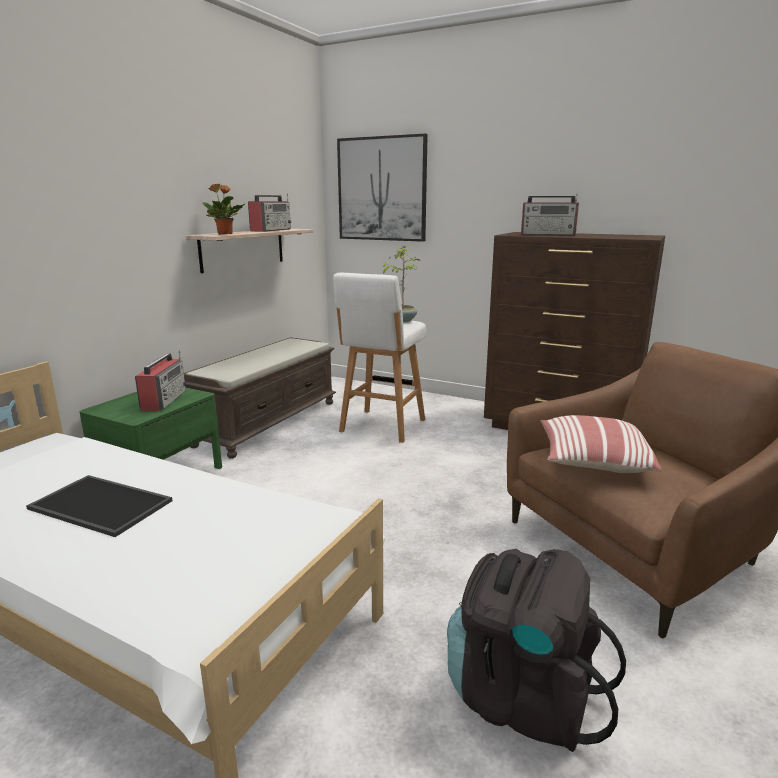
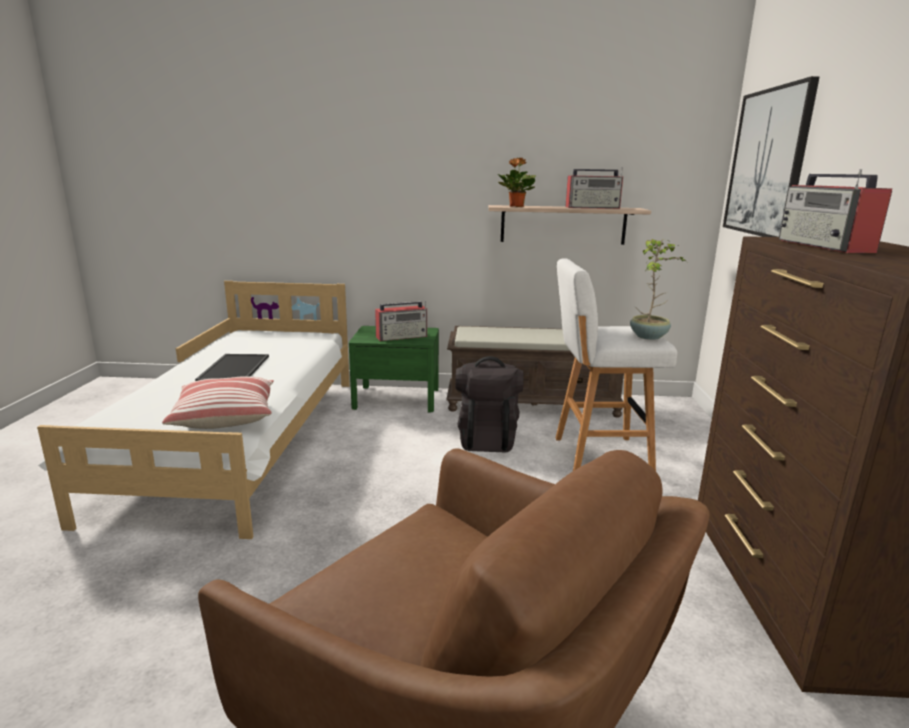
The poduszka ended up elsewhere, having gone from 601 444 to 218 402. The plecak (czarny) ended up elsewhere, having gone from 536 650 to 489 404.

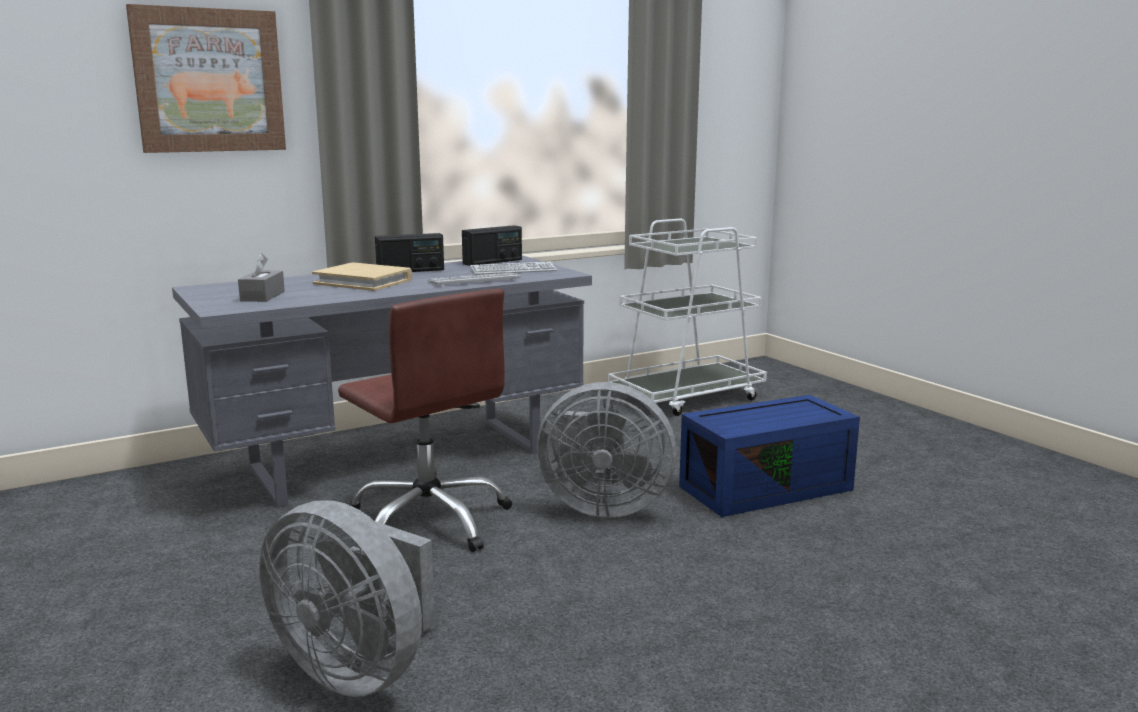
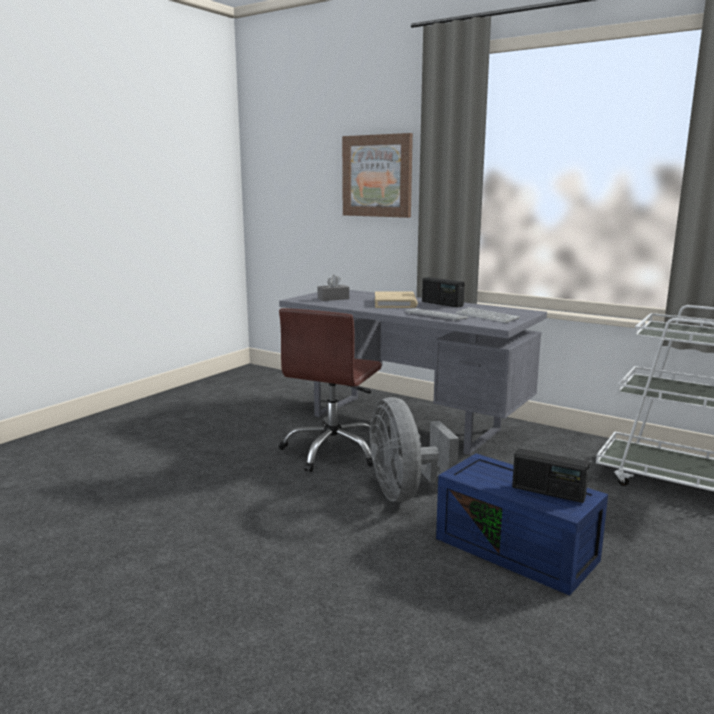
The radio ended up elsewhere, having gone from 492 245 to 550 475. The second view lost the wentylator (szary) at 347 598.

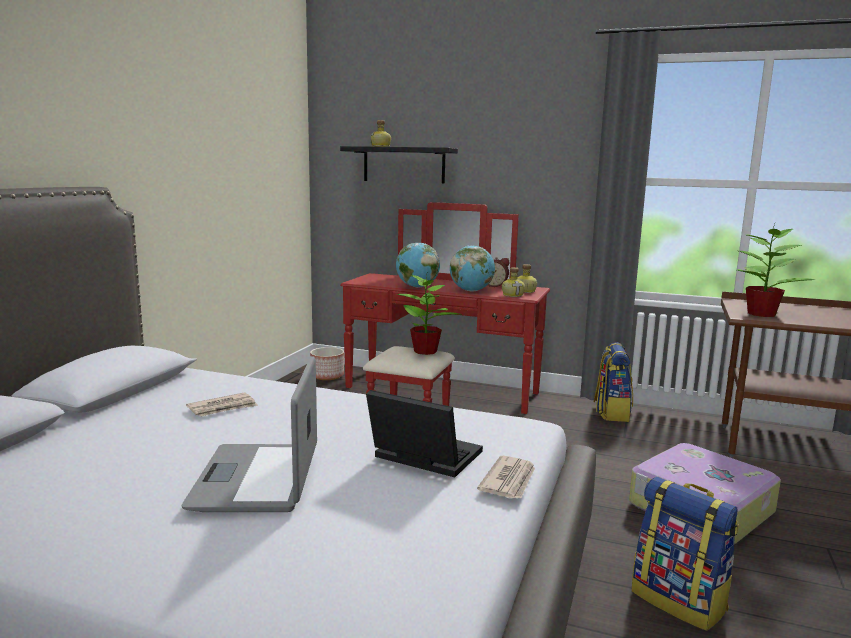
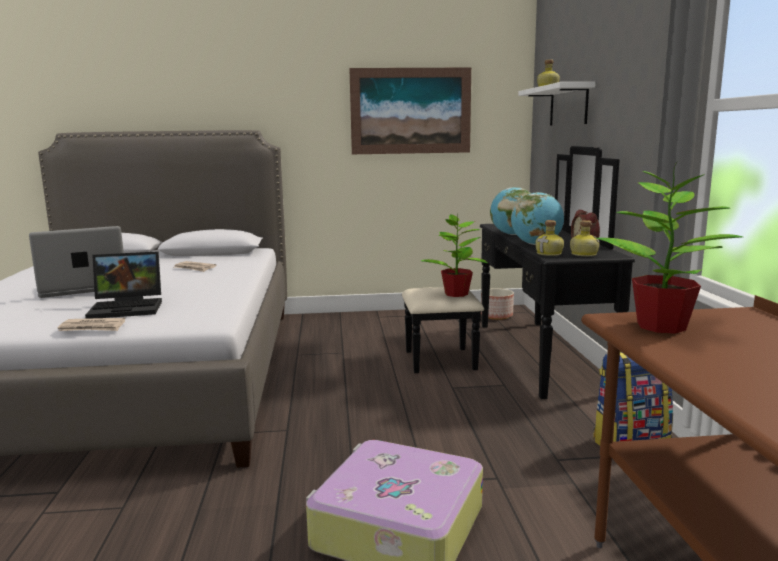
What was the półka (czarny) at 399 164 turned into the półka (biały) at 556 103. What was the komoda (czerwony) at 445 308 turned into the komoda (czarny) at 518 272. The laptop at 424 433 ended up facing another way, 75 degrees clockwise from before. The second view lost the plecak at 685 554. The second view gained the obraz at 410 111.

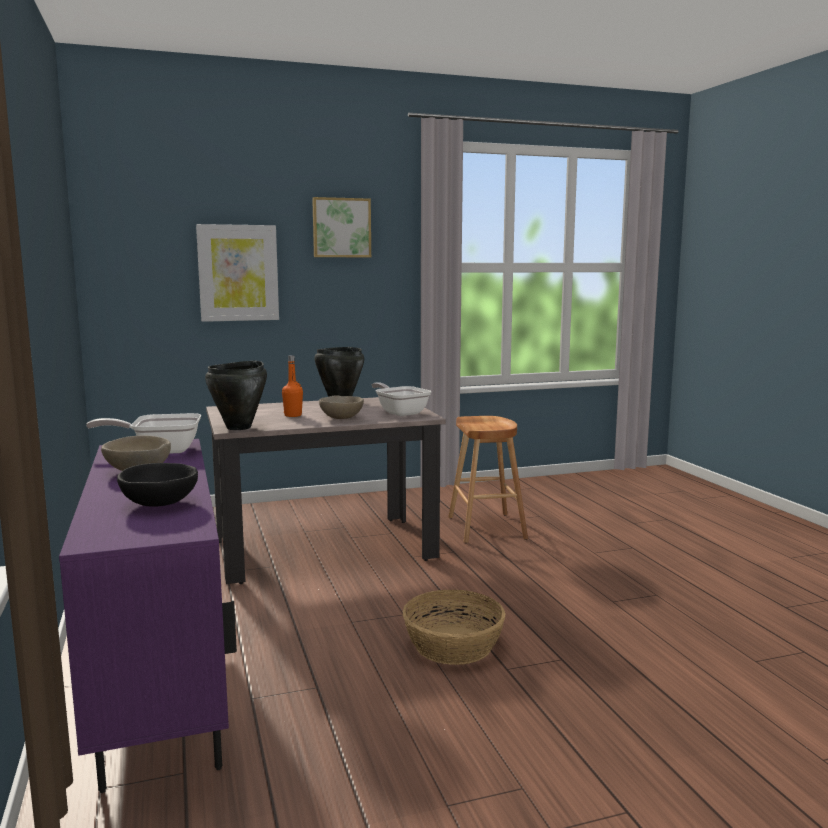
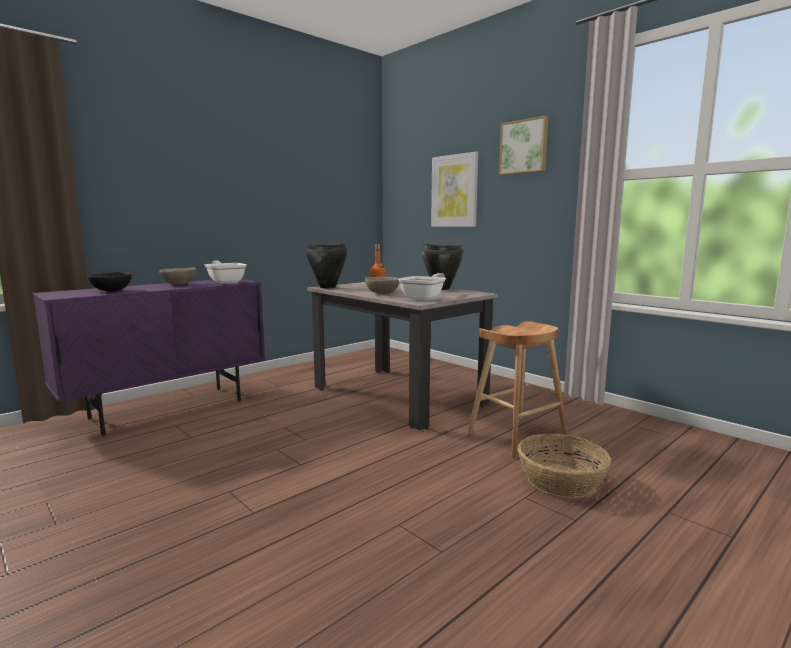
The koszyk ended up elsewhere, having gone from 454 627 to 564 466.

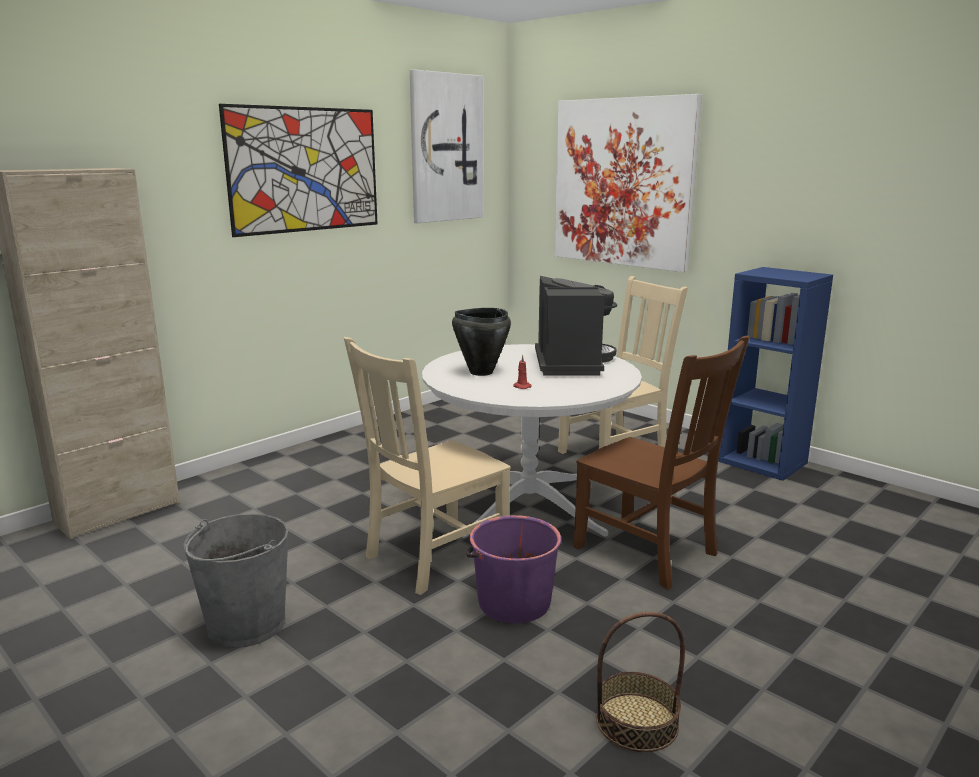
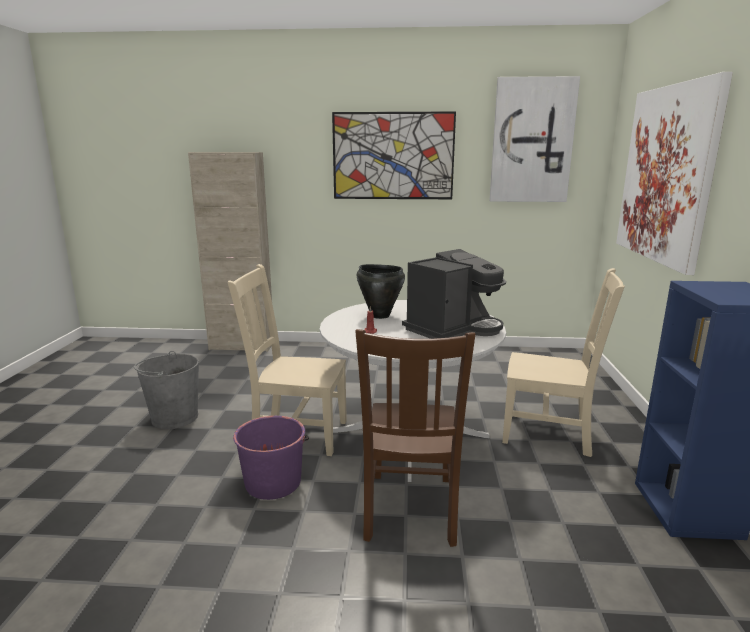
The second view lost the koszyk at 640 682.

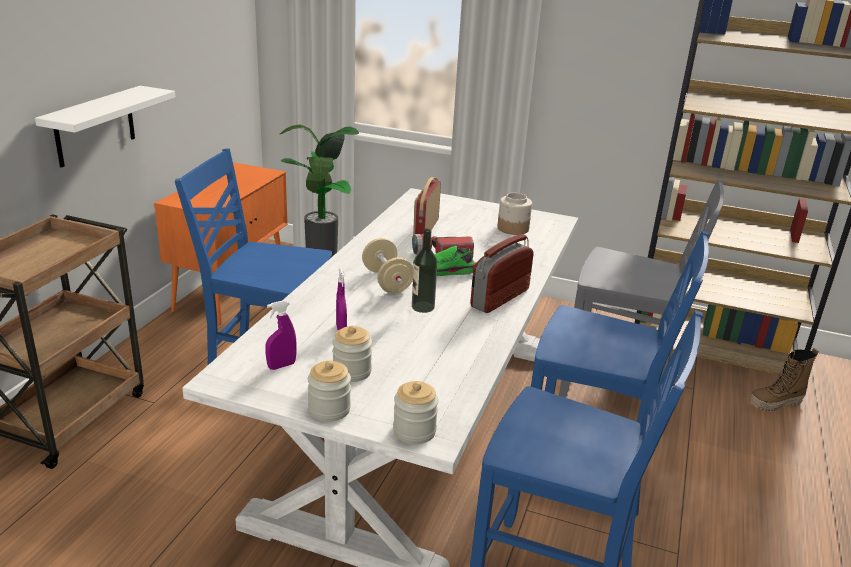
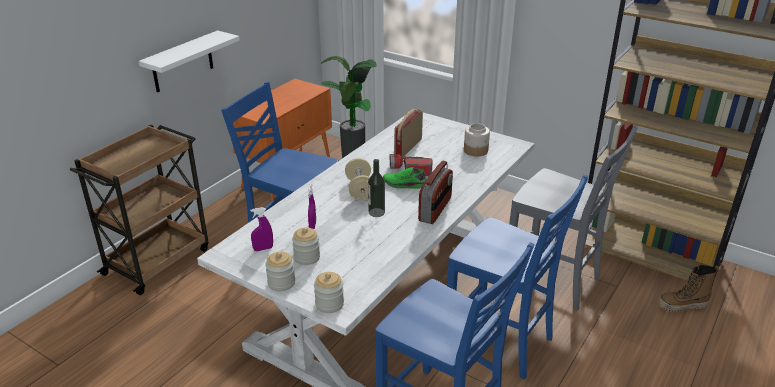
The radio at 502 273 ended up facing another way, 150 degrees clockwise from before.

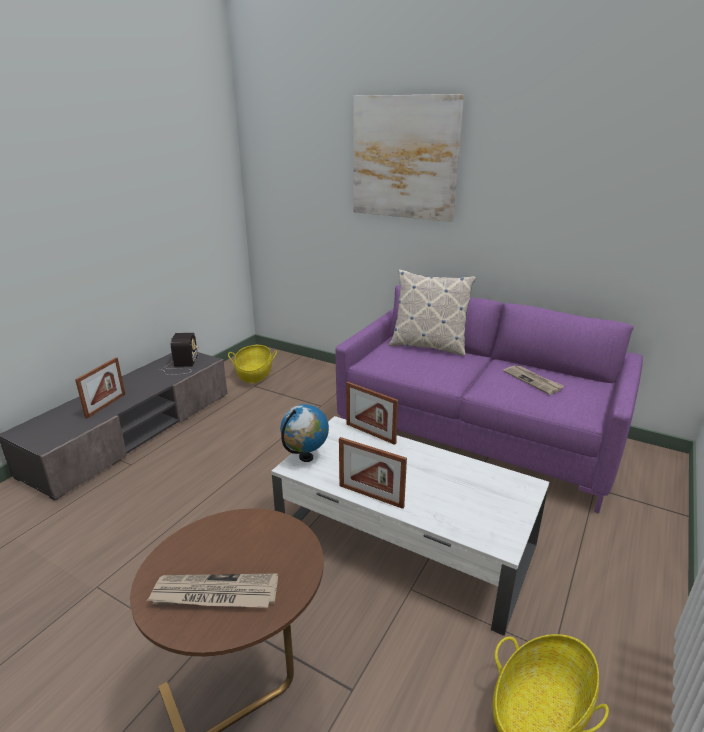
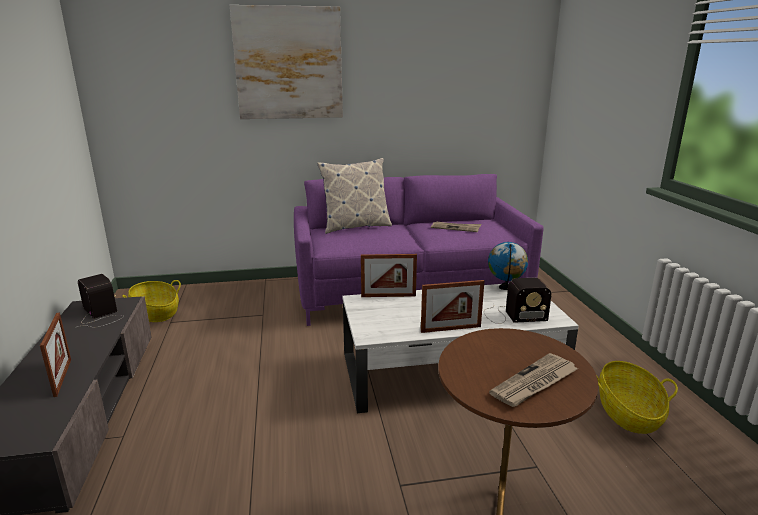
The globus ended up elsewhere, having gone from 305 433 to 508 266. The second view gained the radio at 517 301.

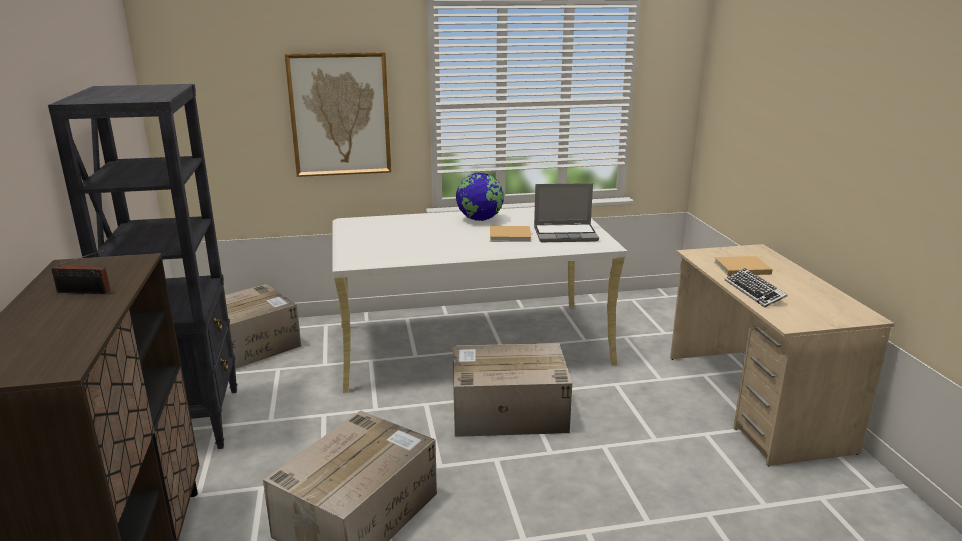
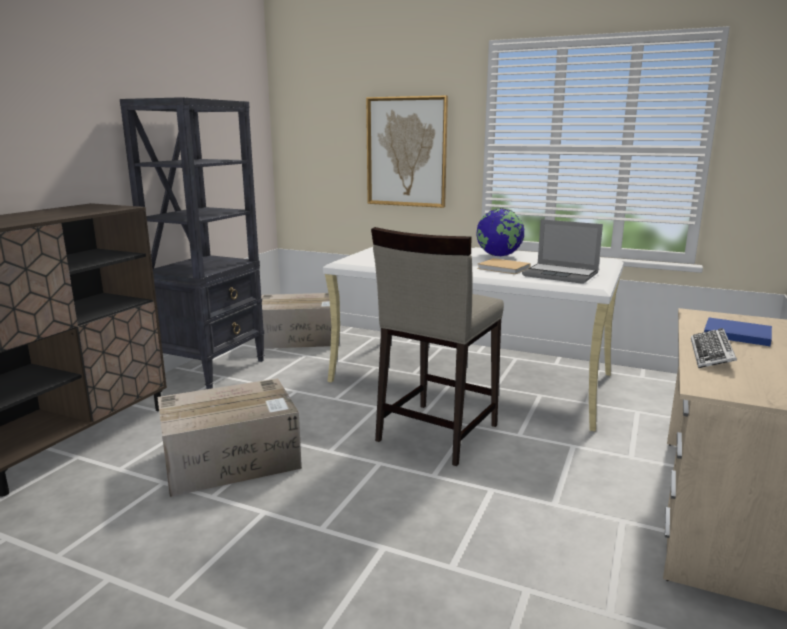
The second view lost the radio at 81 271. What was the książka (beżowy) at 743 266 turned into the książka (niebieski) at 738 331. Where the karton stood at 512 390, the stołek (beżowy) came to stand at 437 346.

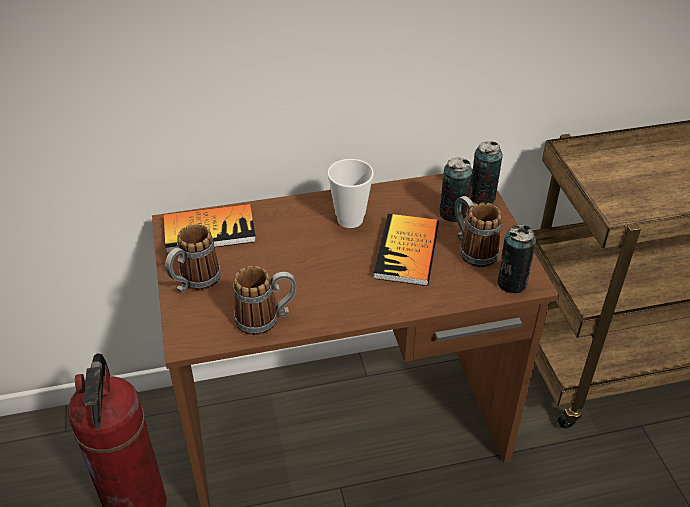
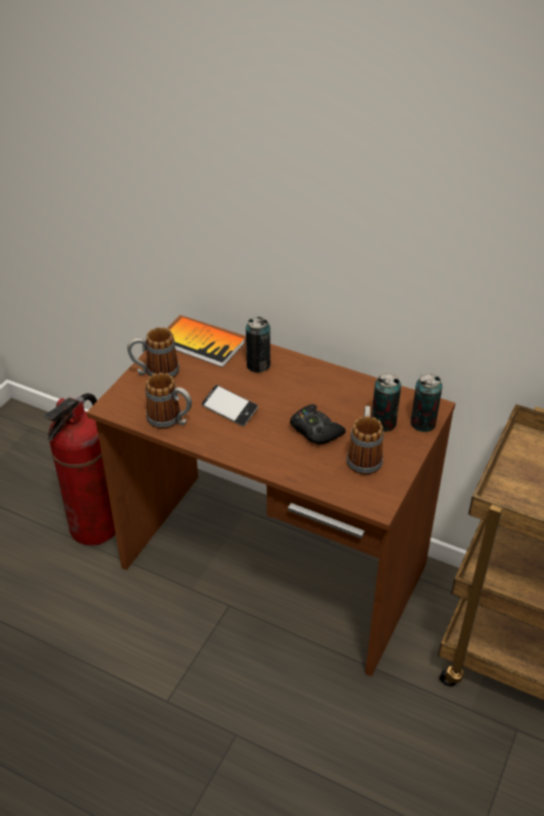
The second view lost the filiżanka at 350 193. Where the książka stood at 406 250, the pad do gier (czarny) came to stand at 318 424. The puszka ended up elsewhere, having gone from 516 259 to 258 345. The second view gained the telefon at 230 405.

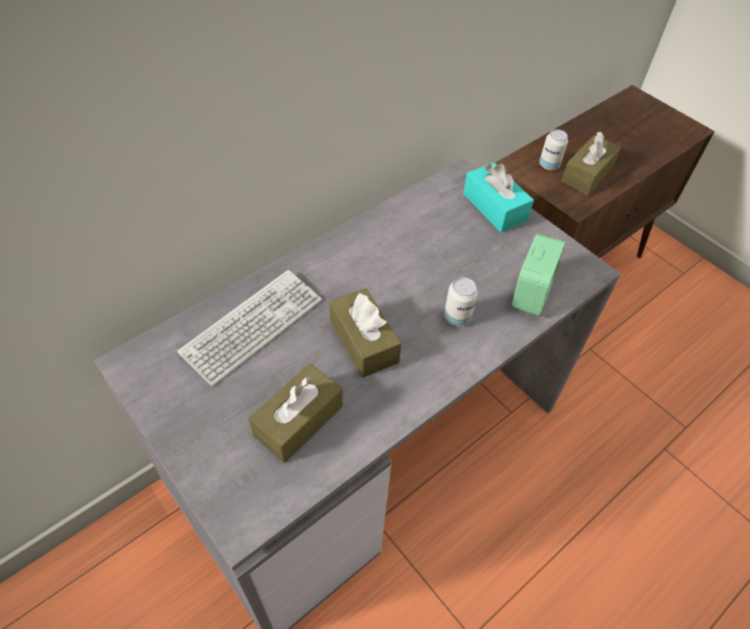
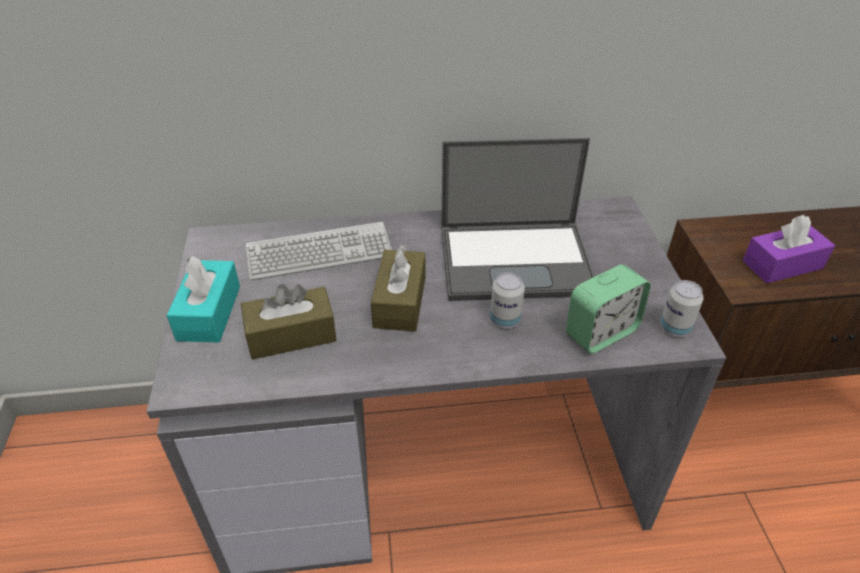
The puszka ended up elsewhere, having gone from 553 149 to 682 308. What was the pudełko chusteczek (brązowy) at 591 163 turned into the pudełko chusteczek (fioletowy) at 789 249. The pudełko chusteczek (turkusowy) ended up elsewhere, having gone from 498 197 to 203 299. The second view gained the laptop at 517 219.

